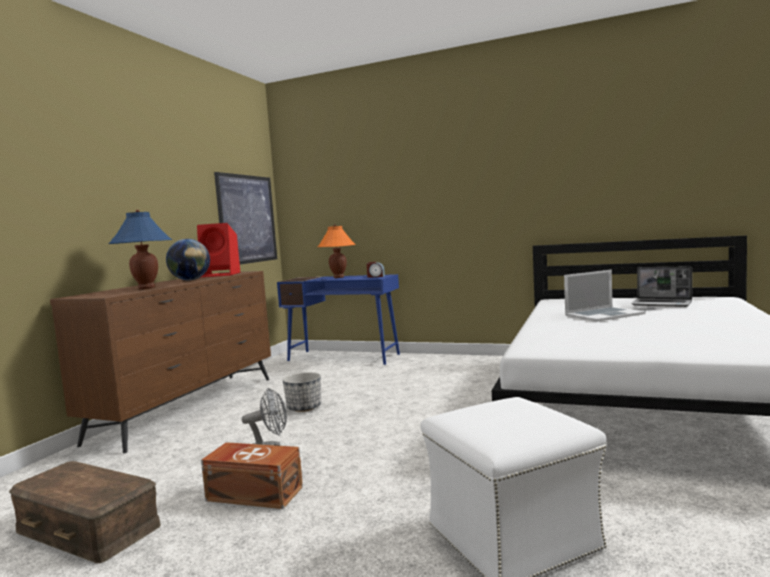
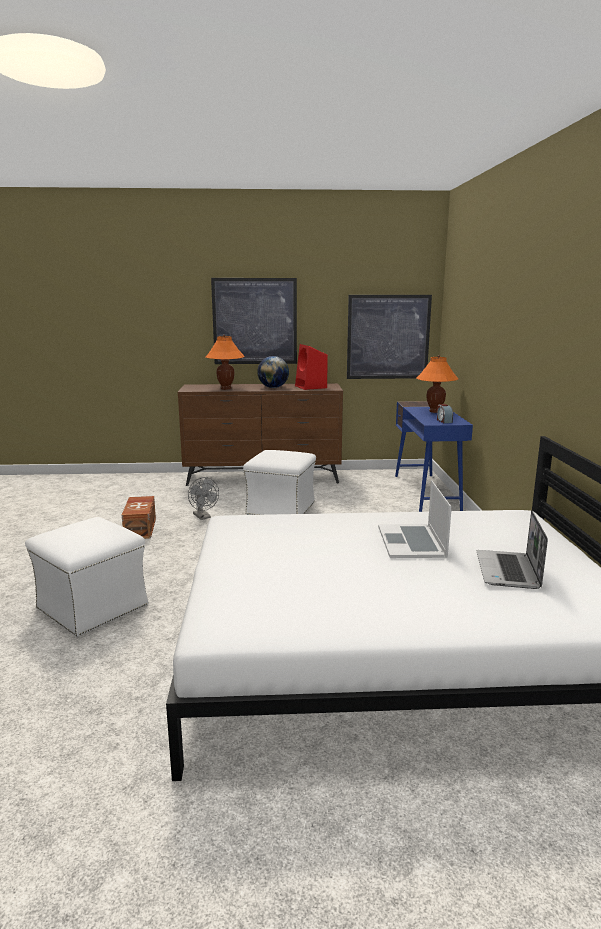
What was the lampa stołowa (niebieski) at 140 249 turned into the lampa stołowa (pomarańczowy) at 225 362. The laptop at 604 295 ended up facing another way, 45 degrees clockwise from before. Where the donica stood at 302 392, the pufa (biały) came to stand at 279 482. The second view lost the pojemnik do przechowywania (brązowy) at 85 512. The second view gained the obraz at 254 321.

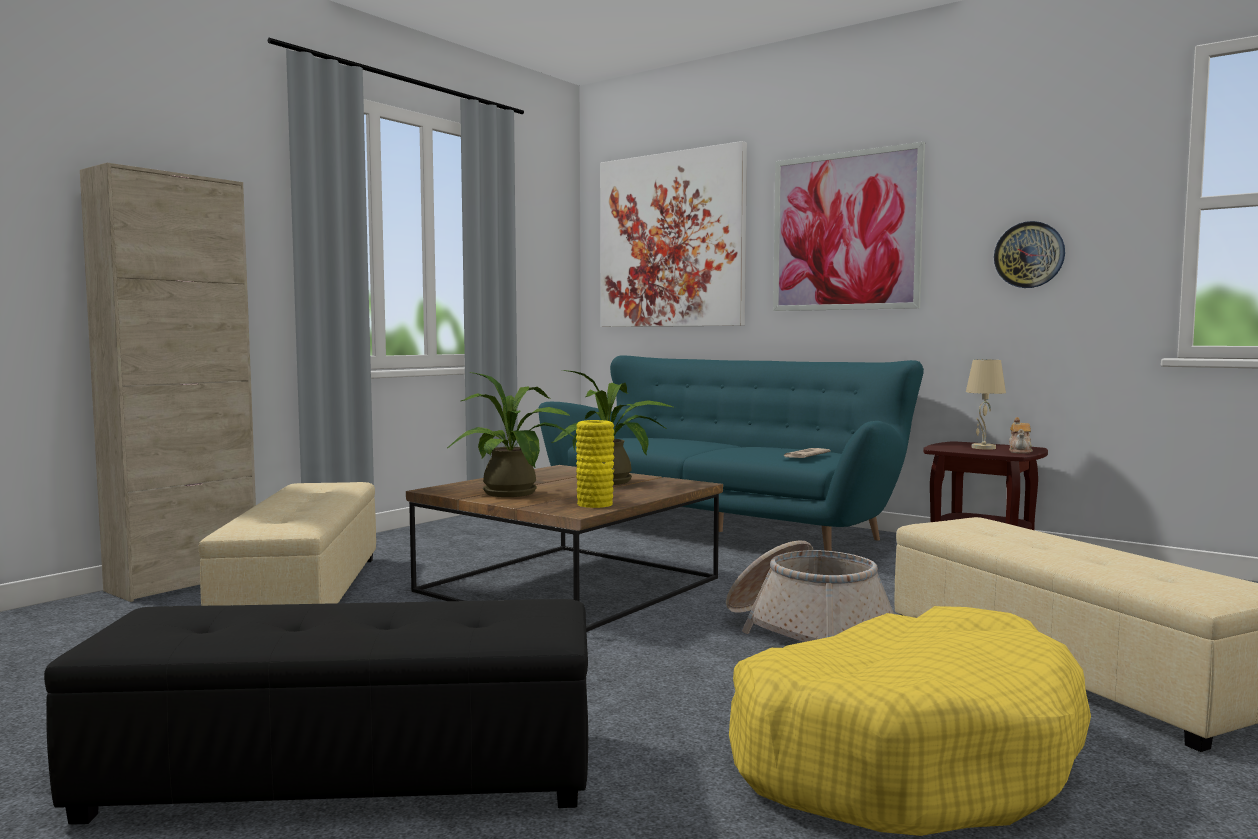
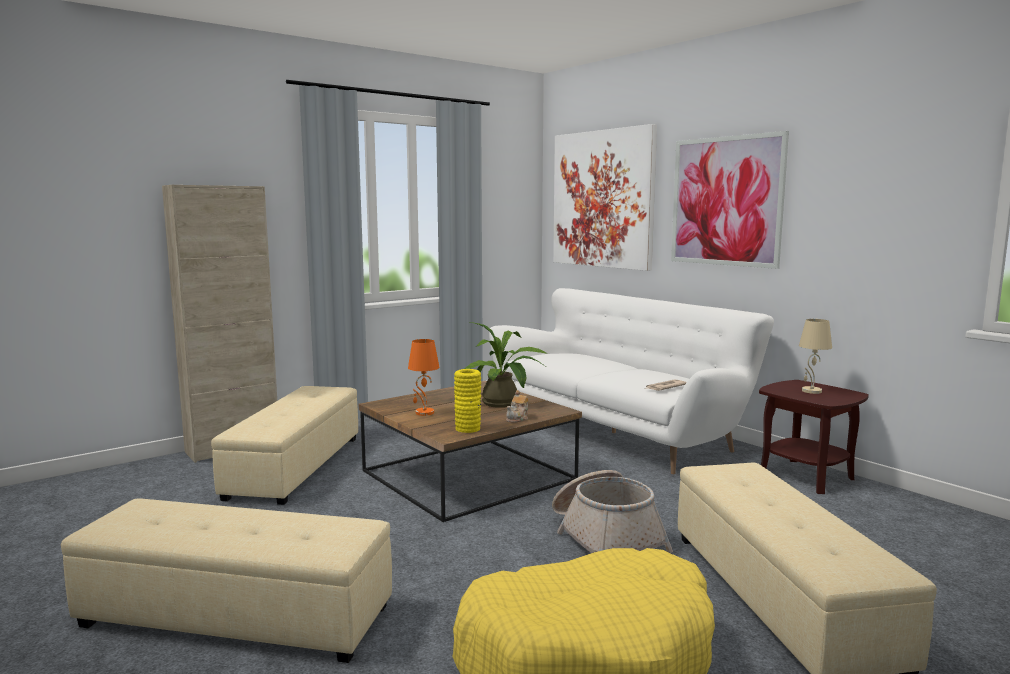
The second view lost the zegar ścienny at 1029 254. What was the kanapa (turkusowy) at 731 453 turned into the kanapa (biały) at 631 381. Where the roślina doniczkowa stood at 511 434, the lampa stołowa (pomarańczowy) came to stand at 424 377. The imbryk ended up elsewhere, having gone from 1021 435 to 517 406. What was the pufa (czarny) at 316 712 turned into the pufa (beżowy) at 226 580.

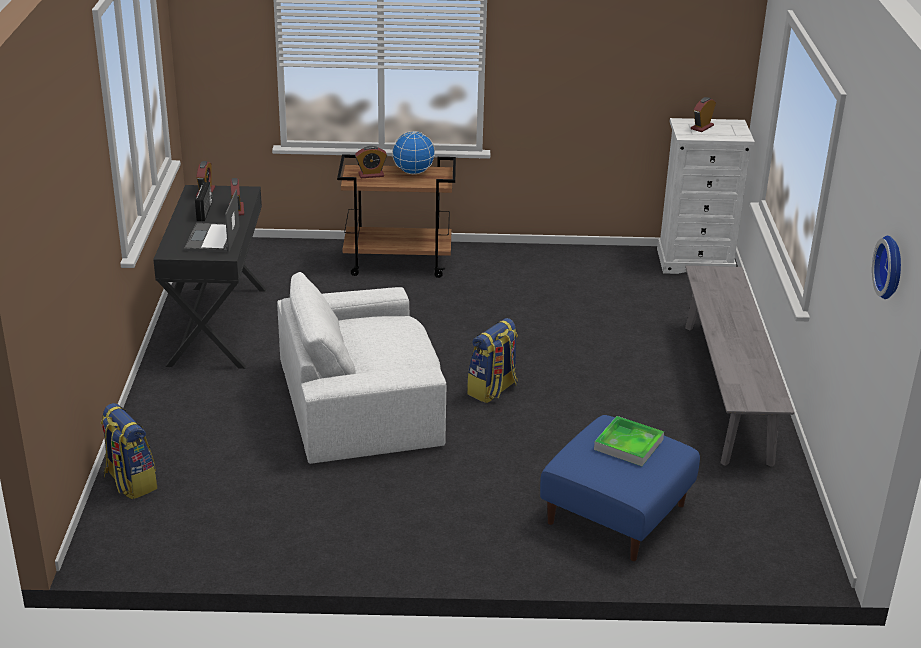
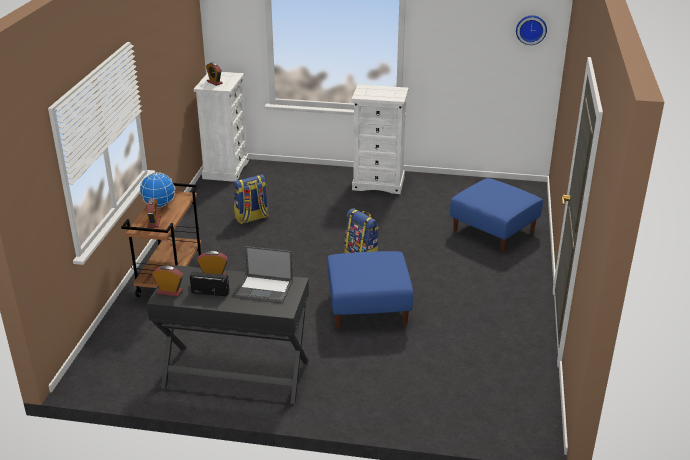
Where the ławka (szary) stood at 739 366, the komoda (biały) came to stand at 380 139. Where the fotel (biały) stood at 361 368, the pufa (niebieski) came to stand at 370 290. The plecak ended up elsewhere, having gone from 129 451 to 251 199. The second view lost the taca at 629 441.

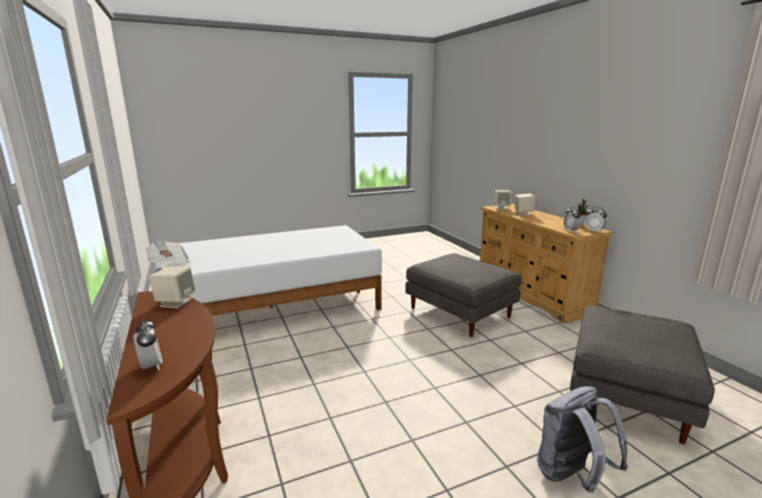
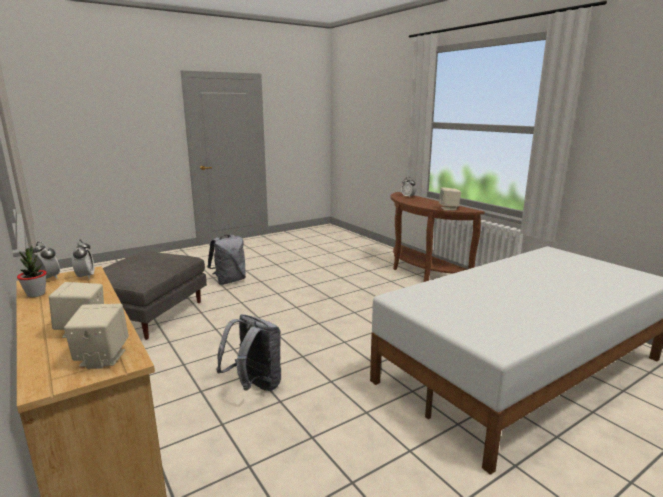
The second view lost the gazeta at 167 253. Where the pufa (szary) stood at 464 295, the plecak (szary) came to stand at 248 352.

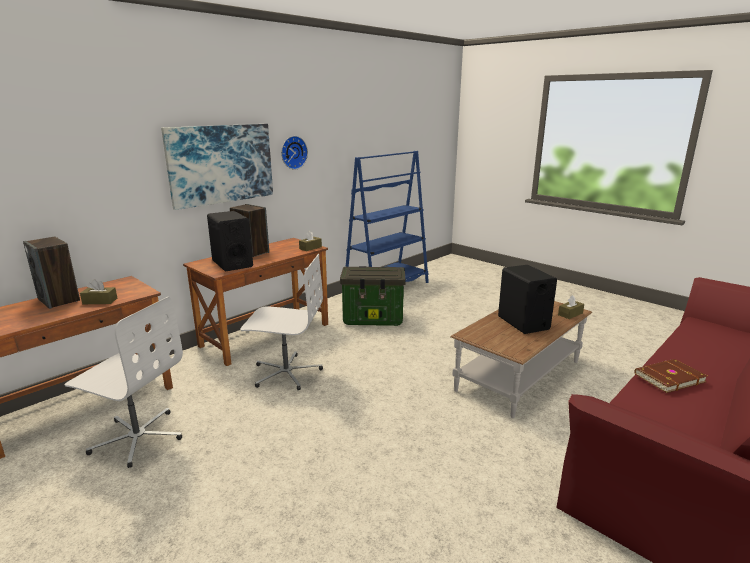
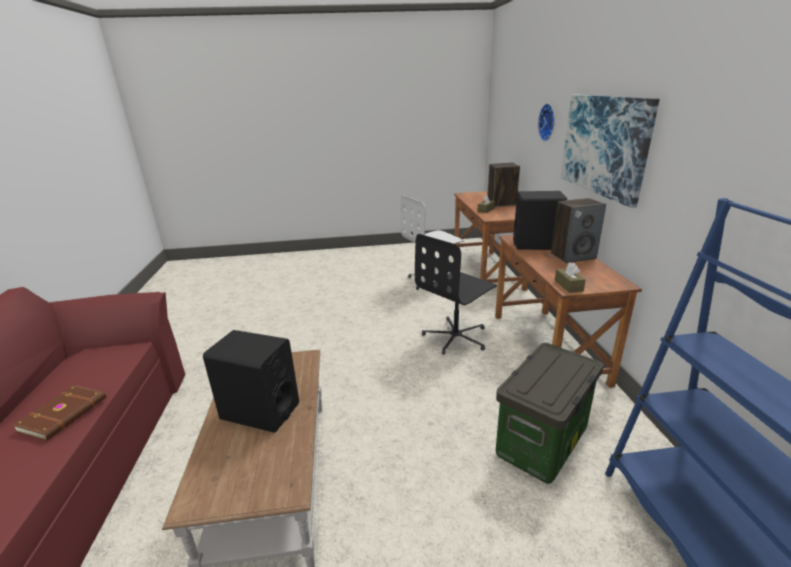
The zegar ścienny ended up elsewhere, having gone from 294 153 to 546 122. What was the krzesło biurowe (biały) at 281 322 turned into the krzesło biurowe (czarny) at 456 294. The second view lost the pudełko chusteczek (brązowy) at 571 307.

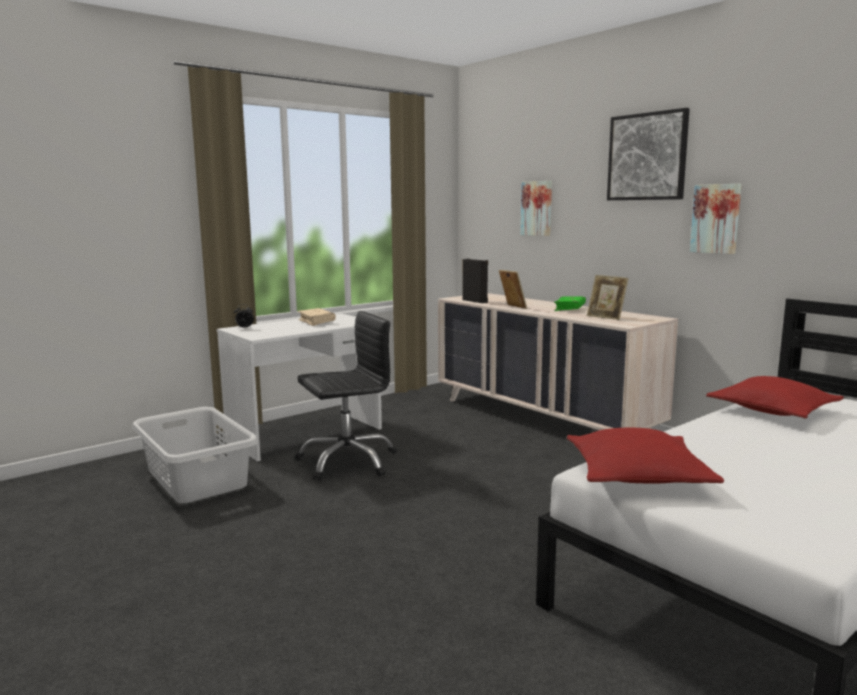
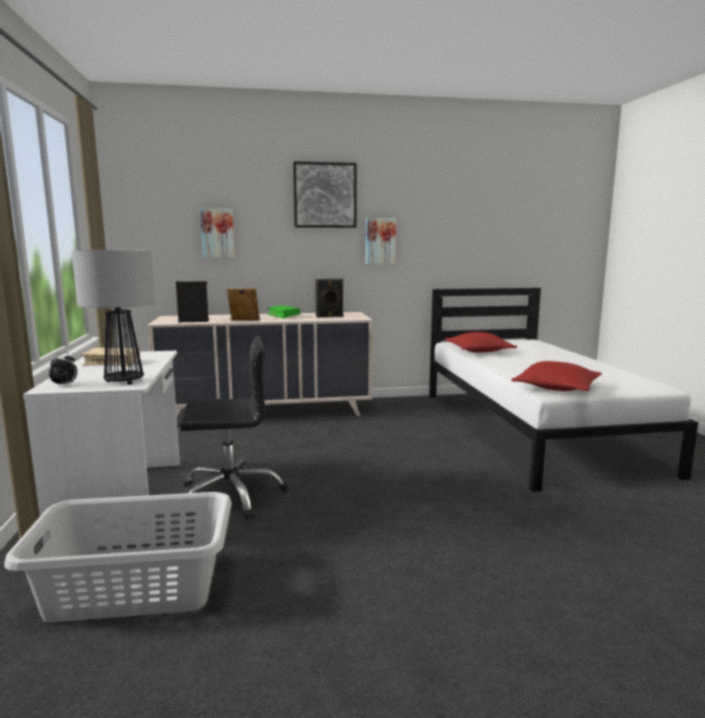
Where the ramka na zdjęcie stood at 608 297, the głośnik (czarny) came to stand at 329 298. The krzesło biurowe (czarny) at 346 396 ended up facing another way, 75 degrees clockwise from before. The second view gained the lampa stołowa at 114 317.

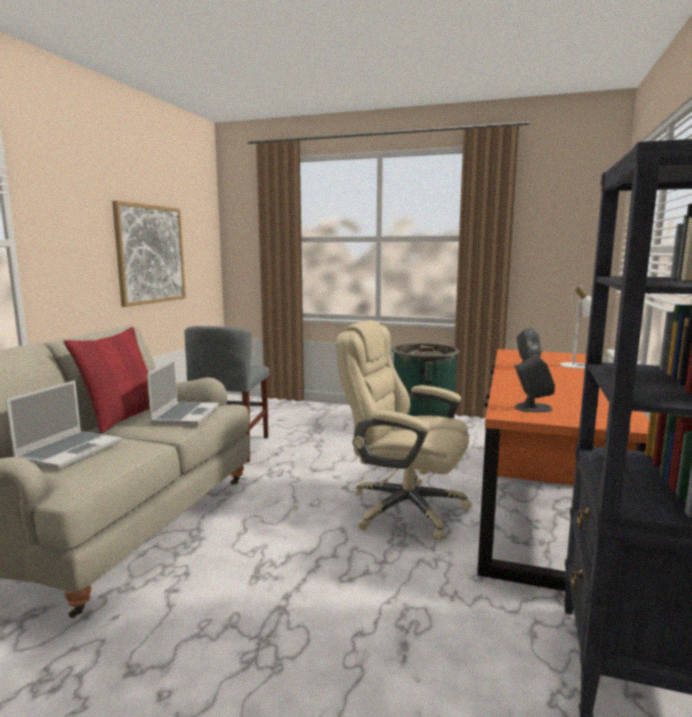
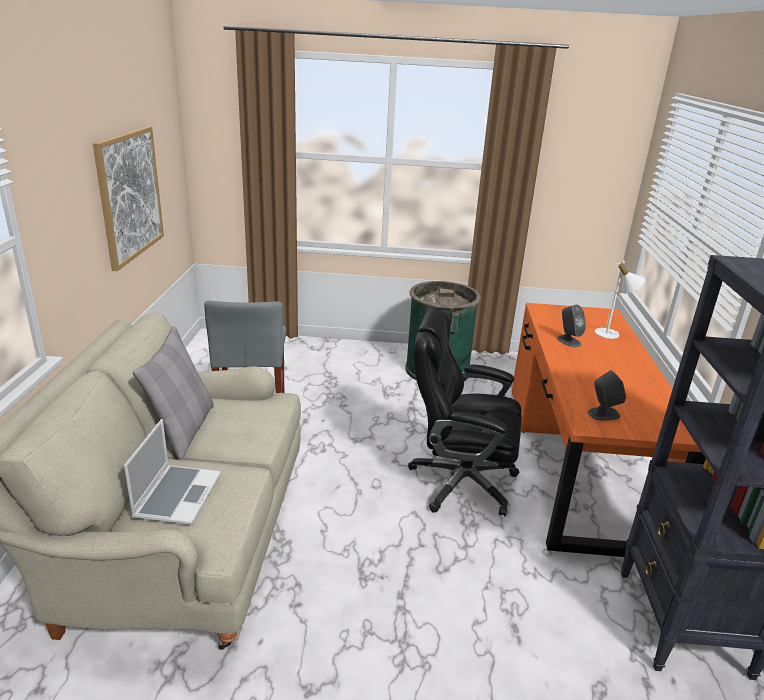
What was the krzesło biurowe (beżowy) at 404 430 turned into the krzesło biurowe (czarny) at 465 412. What was the poduszka (czerwony) at 107 380 turned into the poduszka (szary) at 173 392. The second view lost the laptop at 183 392.

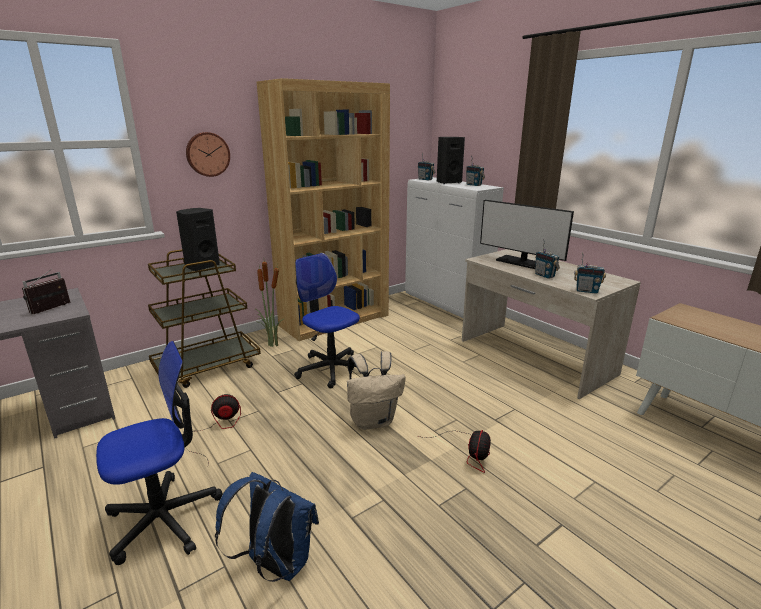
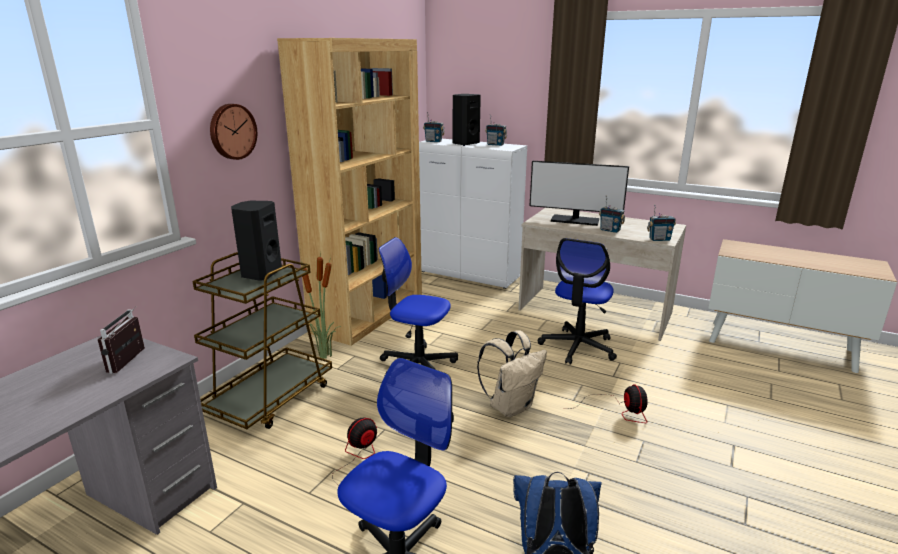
The second view gained the krzesło biurowe at 577 301.

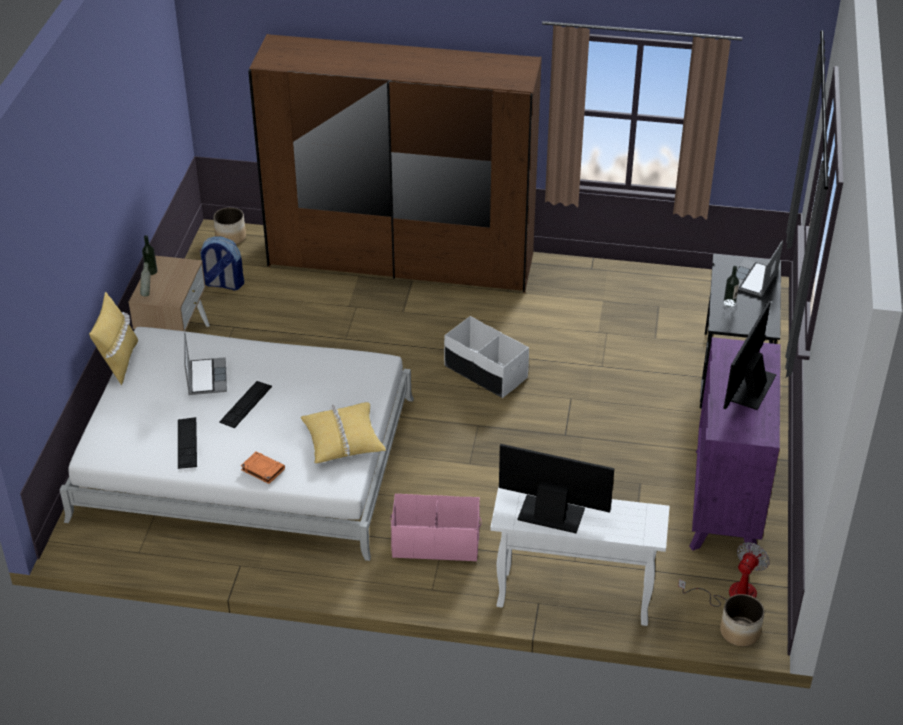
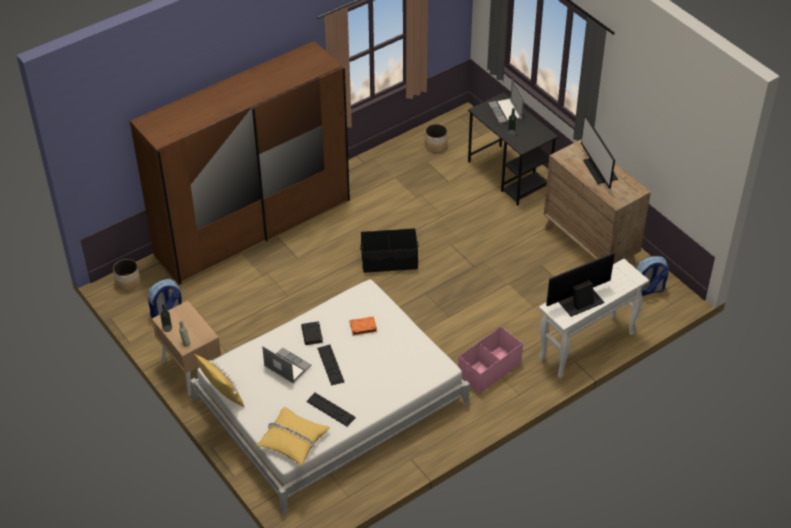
What was the pojemnik do przechowywania (biały) at 486 357 turned into the pojemnik do przechowywania (czarny) at 389 250. What was the komoda (fioletowy) at 735 444 turned into the komoda (brązowy) at 597 202. The poduszka (żółty) ended up elsewhere, having gone from 343 432 to 293 436. The książka (pomarańczowy) ended up elsewhere, having gone from 263 467 to 363 325. Where the wentylator stood at 724 574, the plecak came to stand at 652 276. The donica ended up elsewhere, having gone from 742 620 to 436 138. The second view gained the książka (czarny) at 312 333.

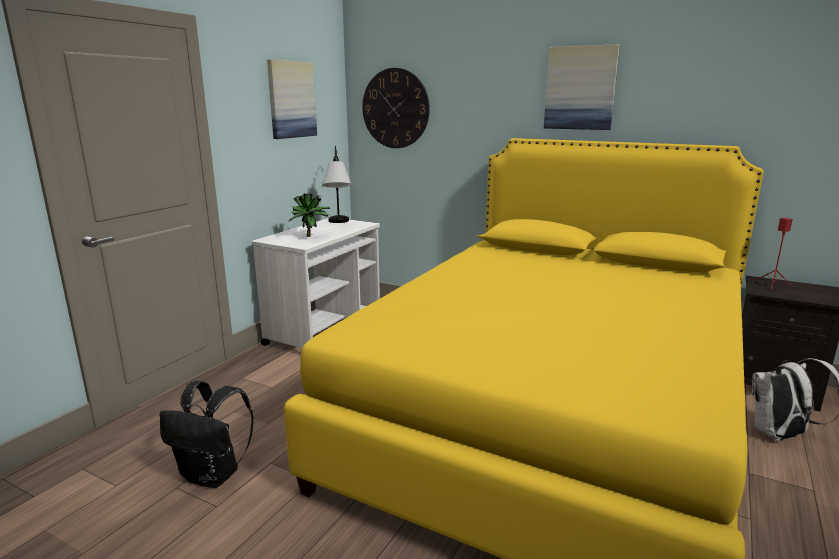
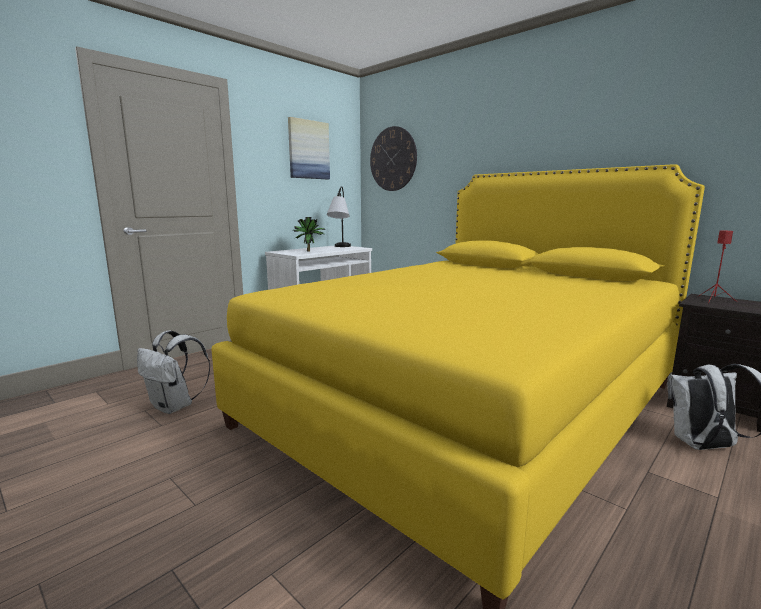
The second view lost the obraz at 582 87. What was the plecak (czarny) at 206 434 turned into the plecak (biały) at 173 372.

